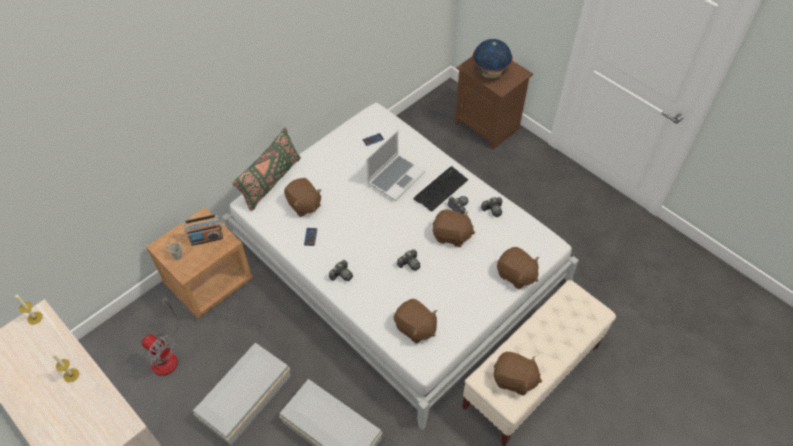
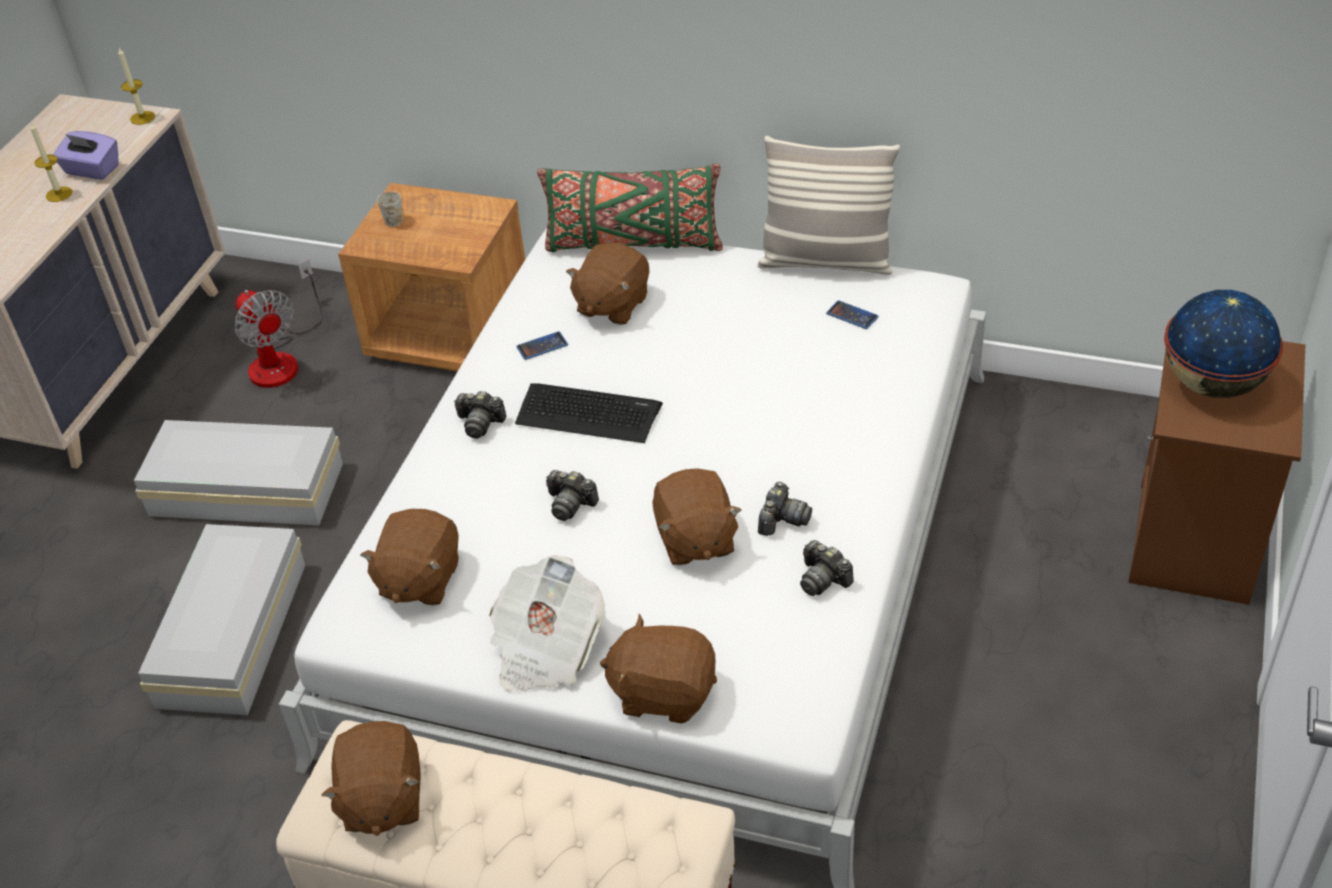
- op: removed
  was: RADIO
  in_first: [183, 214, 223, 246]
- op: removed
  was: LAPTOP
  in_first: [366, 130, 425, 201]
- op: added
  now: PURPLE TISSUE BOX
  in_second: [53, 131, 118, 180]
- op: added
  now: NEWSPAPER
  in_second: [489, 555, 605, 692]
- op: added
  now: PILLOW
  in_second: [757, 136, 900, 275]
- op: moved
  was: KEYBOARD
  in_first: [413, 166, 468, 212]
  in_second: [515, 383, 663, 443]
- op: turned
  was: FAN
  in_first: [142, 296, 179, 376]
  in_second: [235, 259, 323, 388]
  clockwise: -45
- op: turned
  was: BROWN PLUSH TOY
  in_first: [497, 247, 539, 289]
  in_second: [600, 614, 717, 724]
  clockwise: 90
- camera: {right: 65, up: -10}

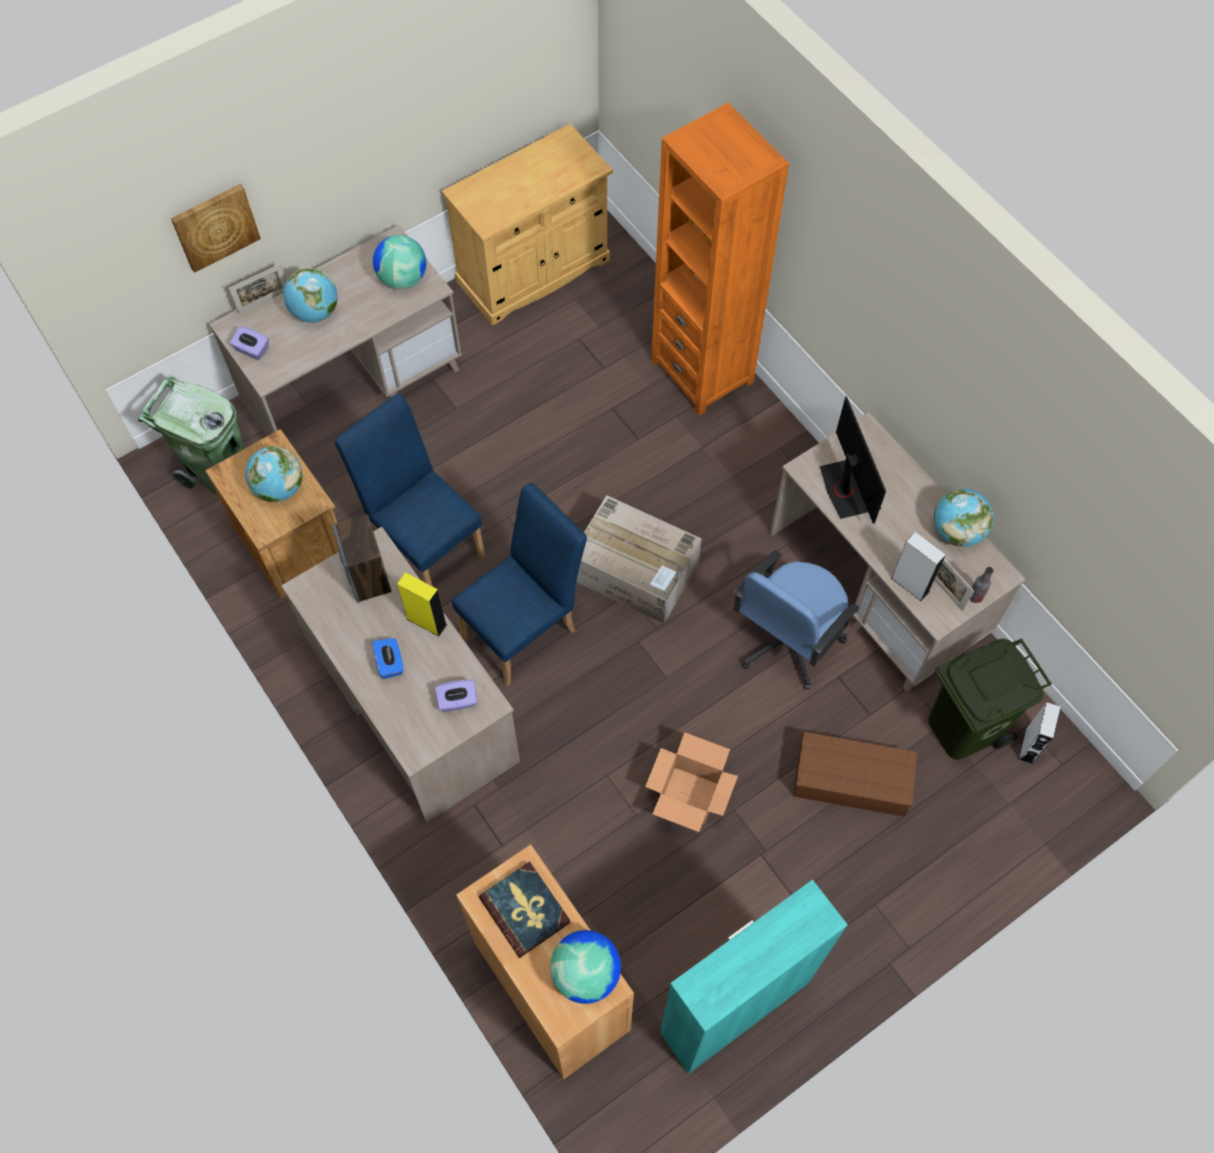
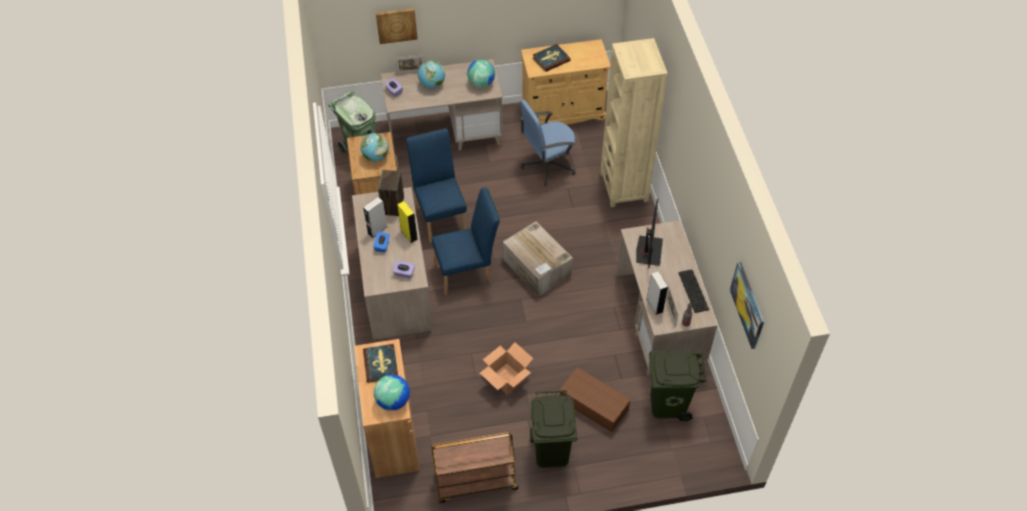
- op: added
  now: GREEN TRASH CAN
  in_second: [530, 390, 577, 468]
- op: added
  now: BOOK
  in_second: [533, 44, 570, 72]
- op: added
  now: PICTURE
  in_second: [730, 262, 764, 349]
- op: moved
  was: BLUE OFFICE CHAIR
  in_first: [733, 550, 859, 690]
  in_second: [519, 100, 576, 186]
- op: moved
  was: GREY SPEAKER
  in_first: [1018, 702, 1061, 765]
  in_second: [363, 197, 387, 238]
- op: replaced
  was: TURQUOISE CABINET
  now: BROWN CART
  in_first: [660, 879, 848, 1074]
  in_second: [431, 432, 518, 503]
- op: replaced
  was: GLOBE
  now: KEYBOARD
  in_first: [934, 489, 994, 547]
  in_second: [678, 270, 709, 313]
- op: recoloured
  was: ORANGE BOOKCASE
  now: BEIGE BOOKCASE
  in_first: [651, 103, 789, 415]
  in_second: [600, 38, 668, 207]
- camera: {right: 25, up: -10}

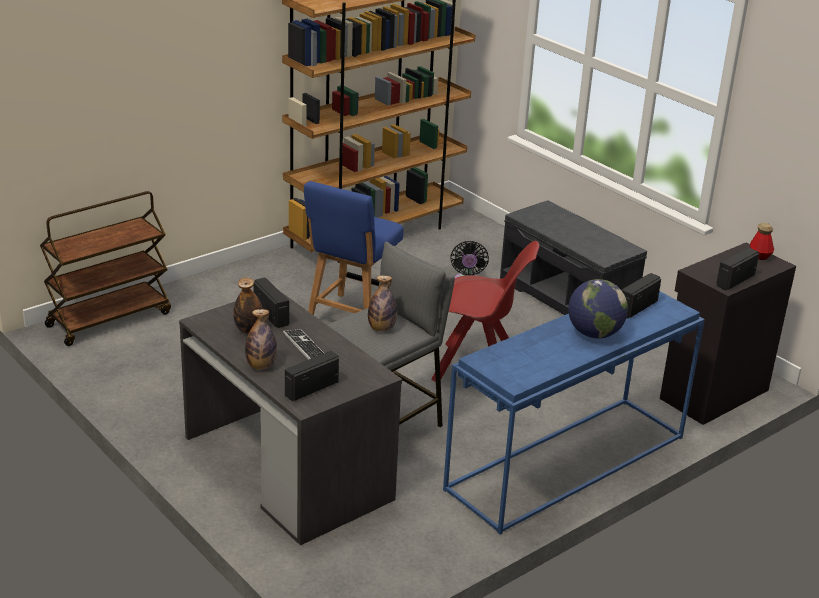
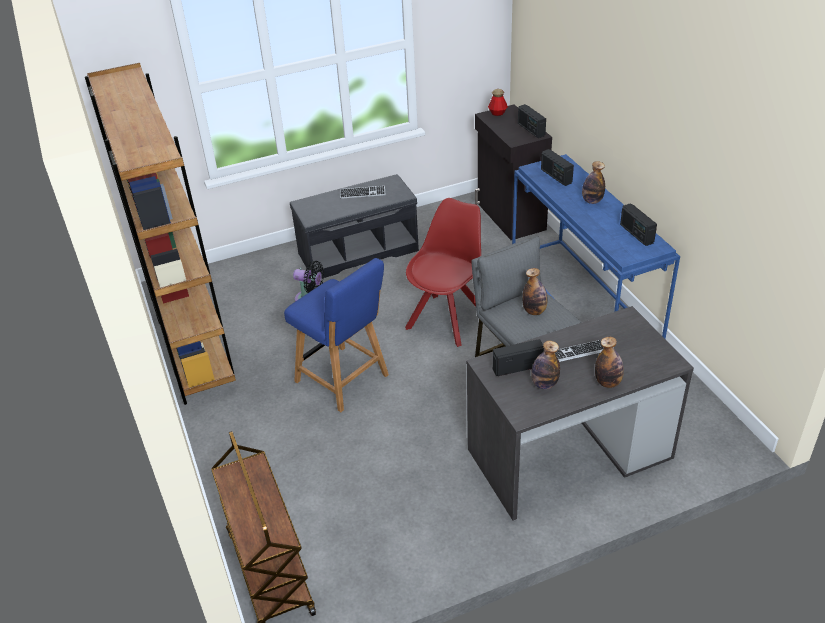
- op: added
  now: KEYBOARD
  in_second: [340, 186, 386, 199]
- op: moved
  was: RADIO
  in_first: [285, 351, 339, 401]
  in_second: [620, 203, 657, 246]
- op: replaced
  was: GLOBE
  now: BOTTLE
  in_first: [568, 279, 628, 338]
  in_second: [582, 161, 605, 204]
- camera: {right: -70, up: 10}

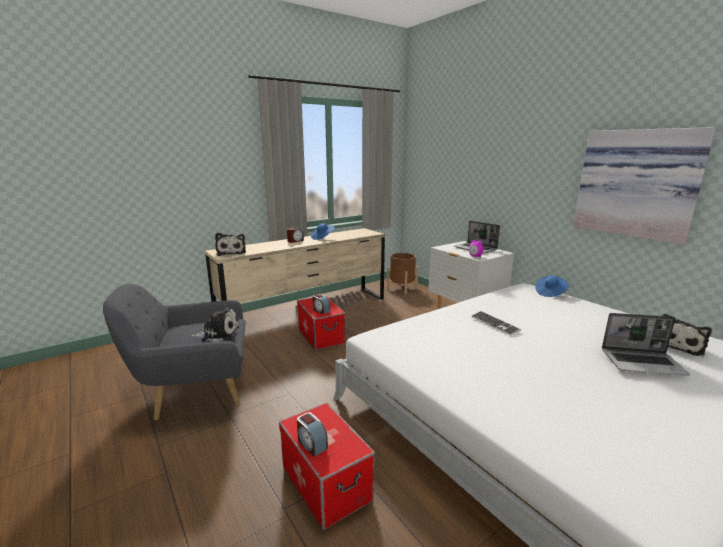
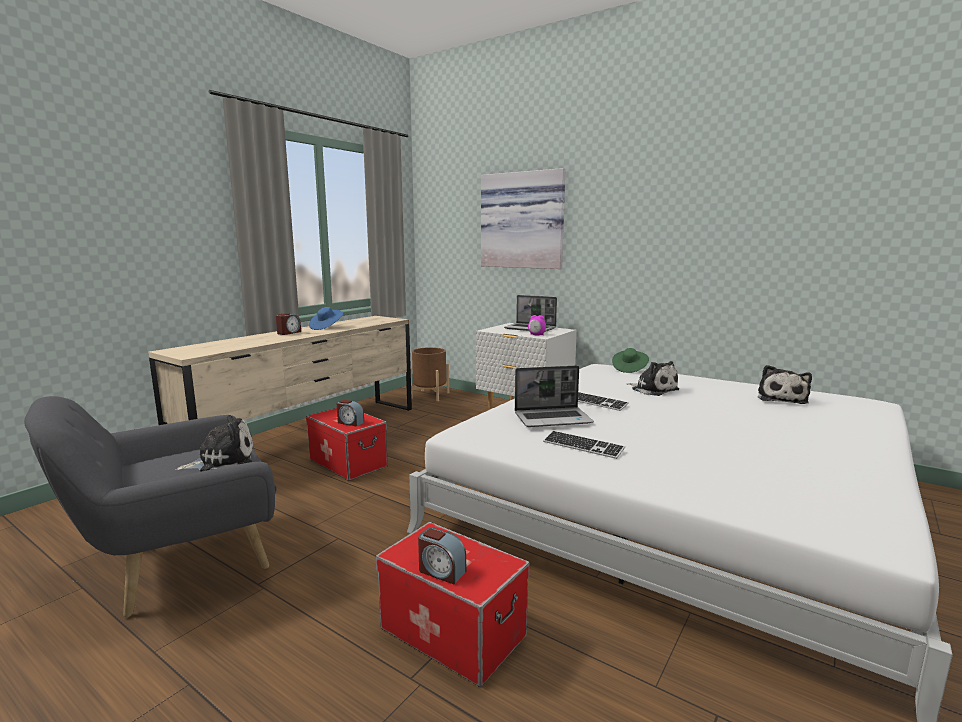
- op: added
  now: KEYBOARD
  in_second: [543, 431, 625, 459]
- op: moved
  was: PLUSH TOY
  in_first: [215, 233, 246, 256]
  in_second: [627, 361, 679, 396]
- op: moved
  was: PICTURE
  in_first: [573, 127, 716, 245]
  in_second: [481, 168, 565, 269]
- op: moved
  was: LAPTOP
  in_first: [602, 313, 690, 376]
  in_second: [515, 366, 594, 427]
- op: recoloured
  was: BLUE HAT
  now: GREEN HAT
  in_first: [535, 275, 569, 297]
  in_second: [612, 348, 649, 373]
- camera: {right: -20, up: -5}

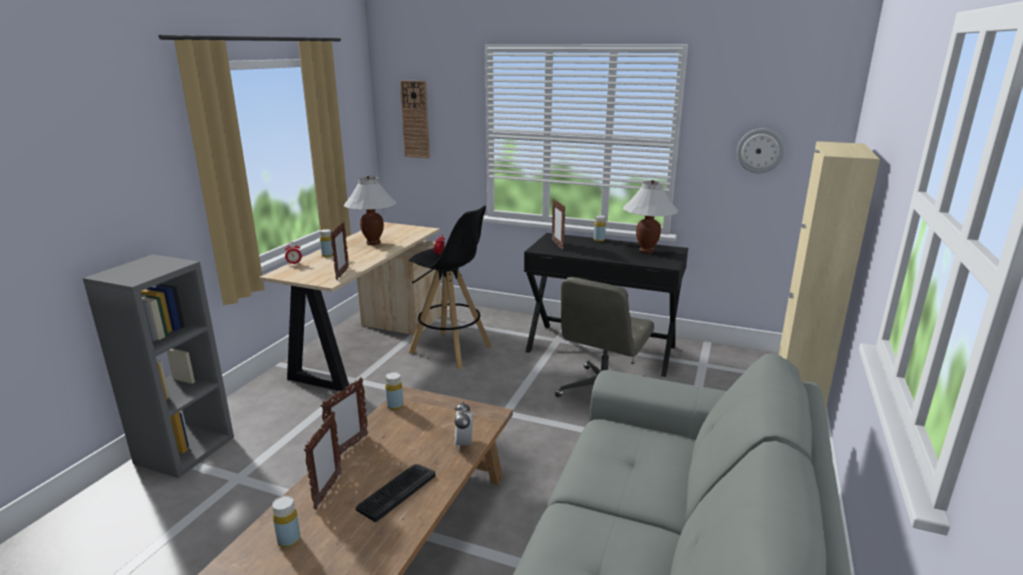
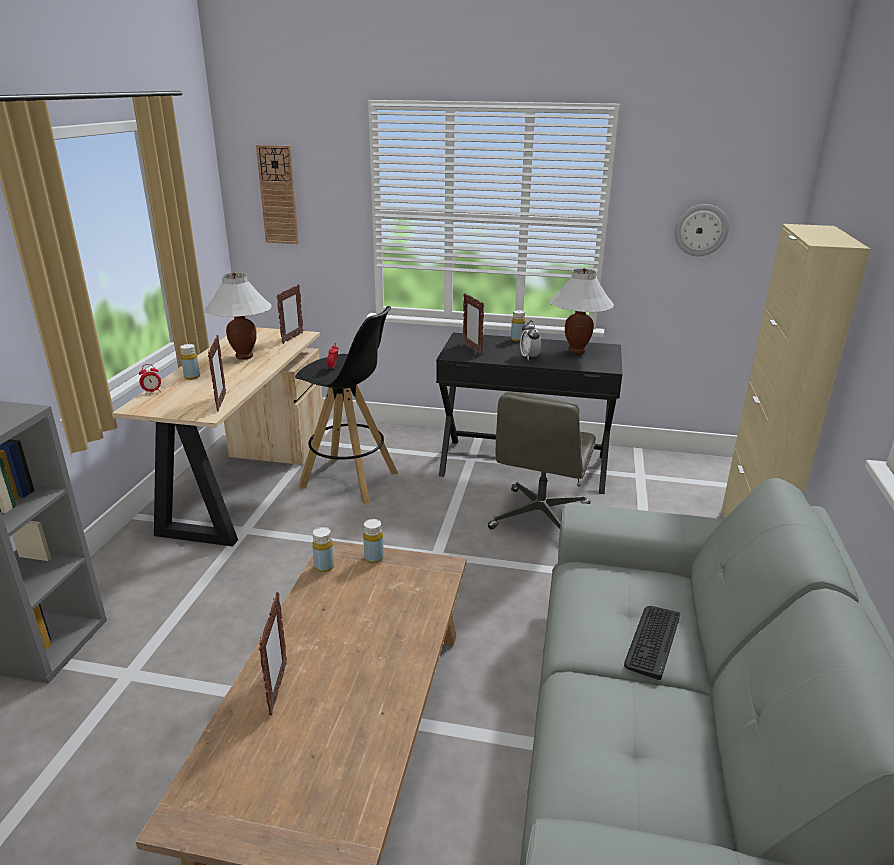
- op: moved
  was: YELLOW BOTTLE
  in_first: [272, 496, 301, 548]
  in_second: [363, 519, 384, 563]
- op: moved
  was: PICTURE FRAME
  in_first: [320, 377, 369, 455]
  in_second: [276, 284, 304, 344]
- op: moved
  was: KEYBOARD
  in_first: [356, 464, 436, 522]
  in_second: [624, 606, 680, 680]
- op: moved
  was: ALARM CLOCK
  in_first: [455, 401, 473, 450]
  in_second: [520, 320, 541, 360]
- camera: {right: -10, up: 5}

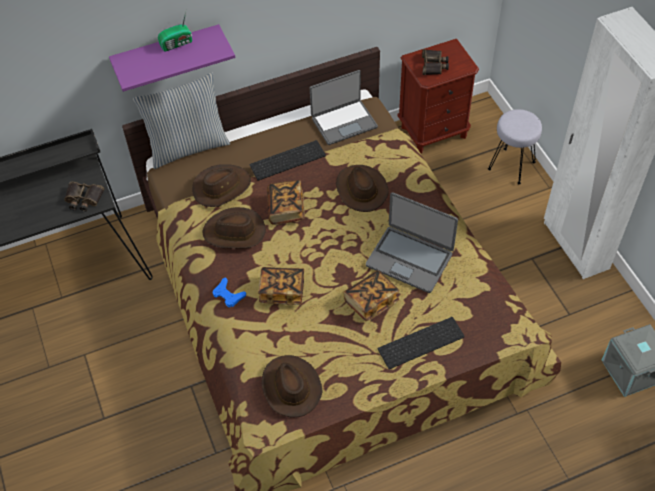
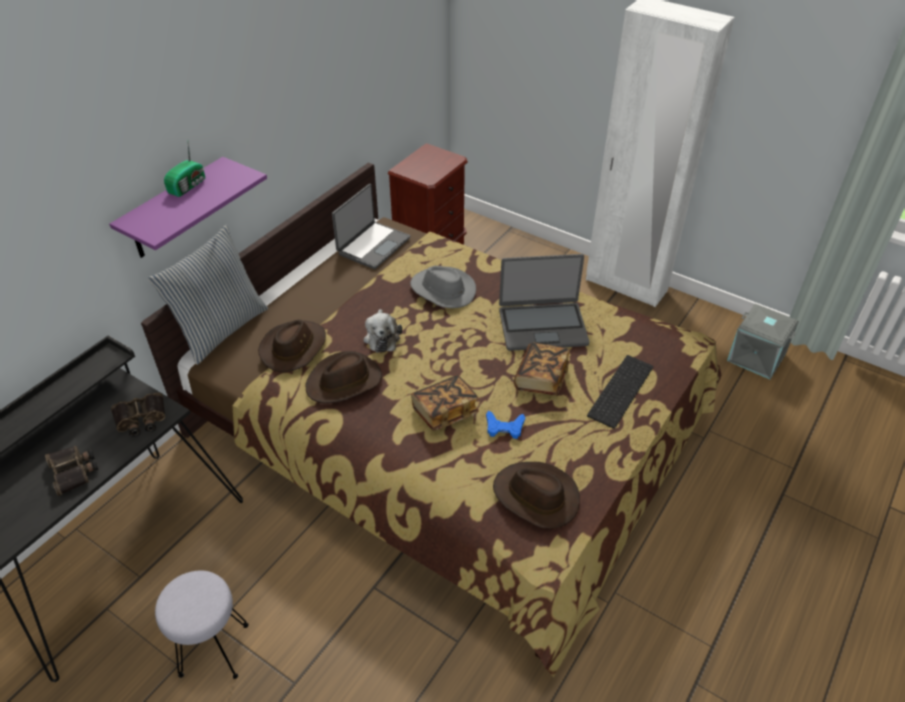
- op: removed
  was: KEYBOARD
  in_first: [249, 140, 326, 181]
- op: moved
  was: BLUE GAME CONTROLLER
  in_first: [213, 277, 246, 307]
  in_second: [486, 411, 525, 439]
- op: moved
  was: BINOCULARS
  in_first: [422, 49, 449, 75]
  in_second: [45, 446, 99, 496]
- op: moved
  was: GREY STOOL
  in_first: [488, 109, 542, 184]
  in_second: [155, 571, 248, 679]
- op: replaced
  was: BOOK
  now: PLUSH TOY
  in_first: [267, 180, 305, 225]
  in_second: [363, 309, 402, 353]
- op: recoloured
  was: BROWN HAT
  now: GREY HAT
  in_first: [336, 165, 389, 212]
  in_second: [410, 266, 476, 308]
- camera: {right: -35, up: -10}

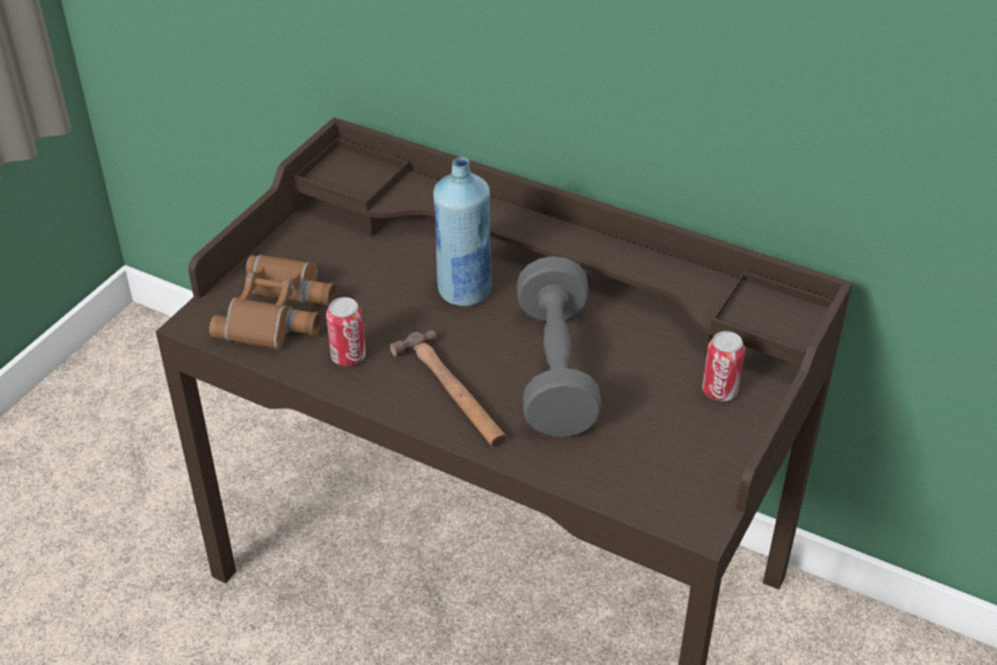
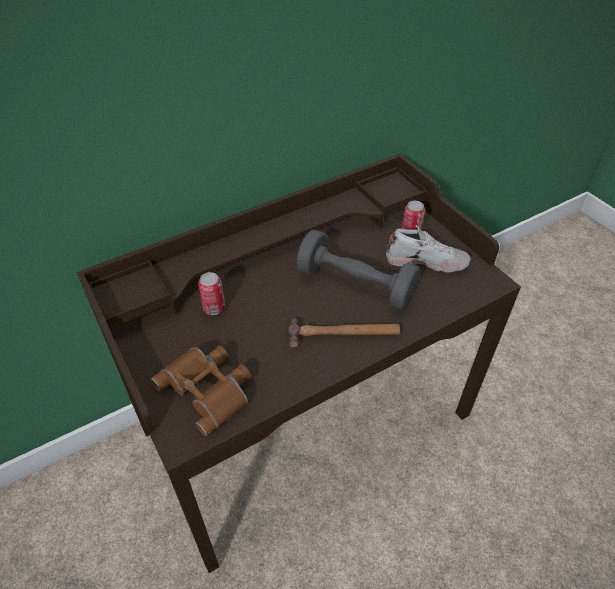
- op: removed
  was: BLUE BOTTLE
  in_first: [433, 157, 491, 306]
- op: added
  now: WHITE SHOE
  in_second: [386, 225, 470, 272]
- op: moved
  was: CAN
  in_first: [326, 297, 366, 366]
  in_second: [198, 272, 225, 315]
- camera: {right: -60, up: 5}

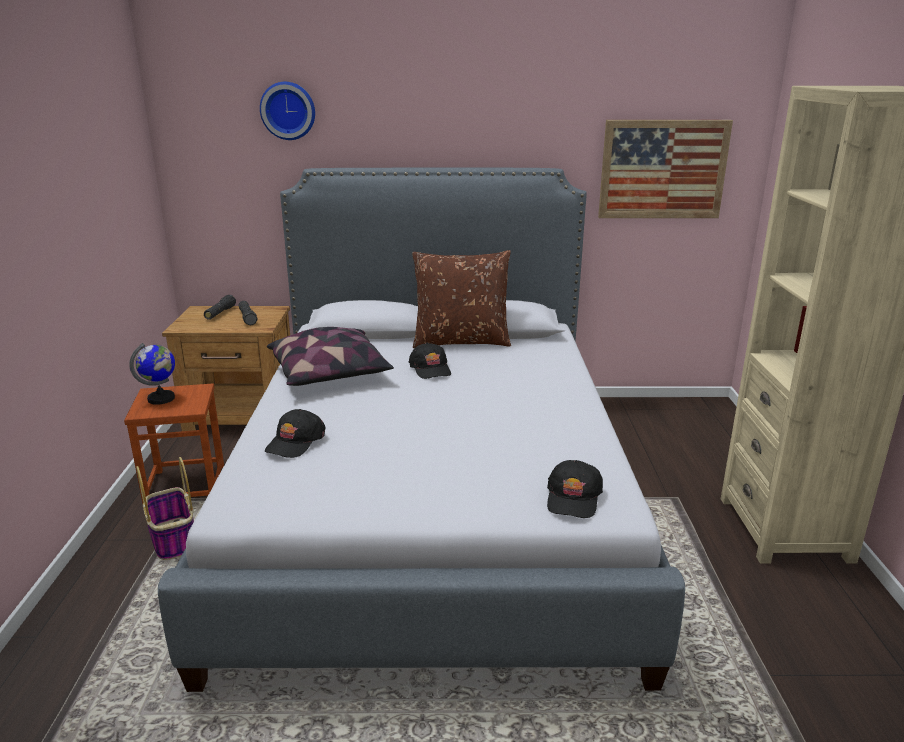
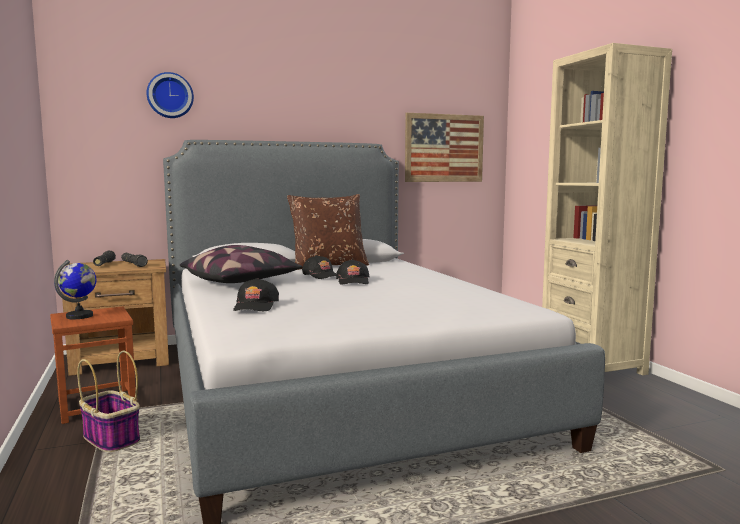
- op: moved
  was: BLACK CAP
  in_first: [547, 460, 603, 518]
  in_second: [336, 259, 369, 285]
- camera: {right: -20, up: -15}

